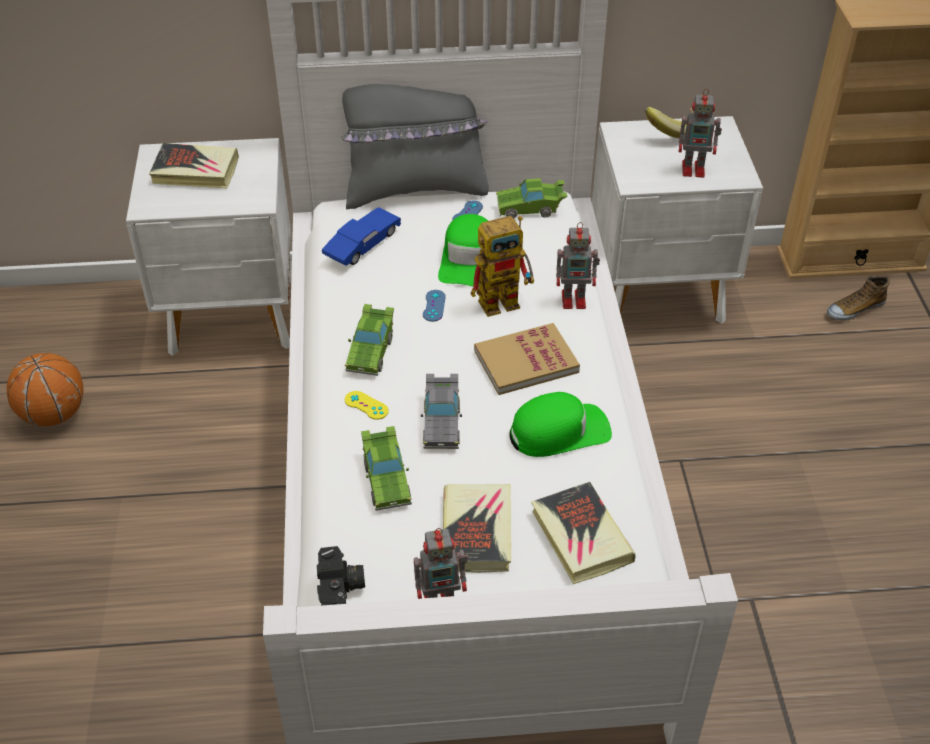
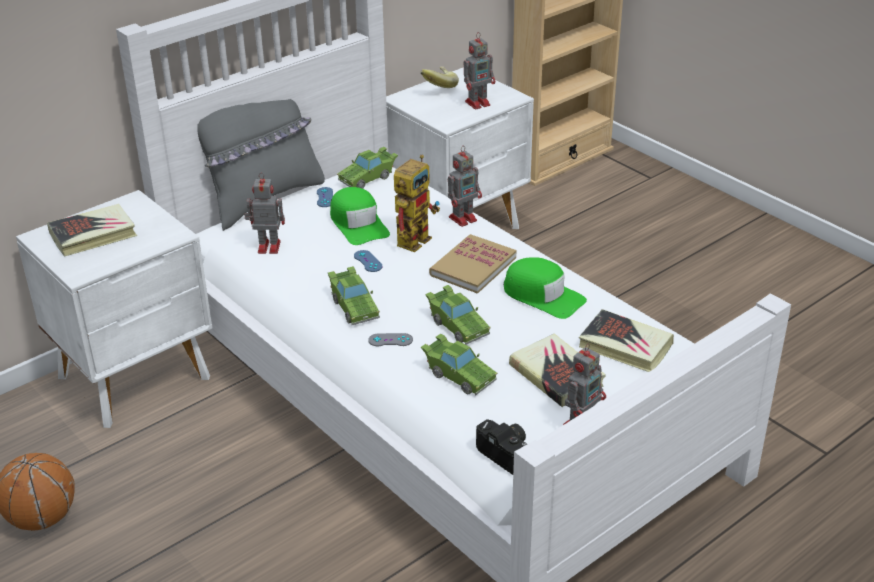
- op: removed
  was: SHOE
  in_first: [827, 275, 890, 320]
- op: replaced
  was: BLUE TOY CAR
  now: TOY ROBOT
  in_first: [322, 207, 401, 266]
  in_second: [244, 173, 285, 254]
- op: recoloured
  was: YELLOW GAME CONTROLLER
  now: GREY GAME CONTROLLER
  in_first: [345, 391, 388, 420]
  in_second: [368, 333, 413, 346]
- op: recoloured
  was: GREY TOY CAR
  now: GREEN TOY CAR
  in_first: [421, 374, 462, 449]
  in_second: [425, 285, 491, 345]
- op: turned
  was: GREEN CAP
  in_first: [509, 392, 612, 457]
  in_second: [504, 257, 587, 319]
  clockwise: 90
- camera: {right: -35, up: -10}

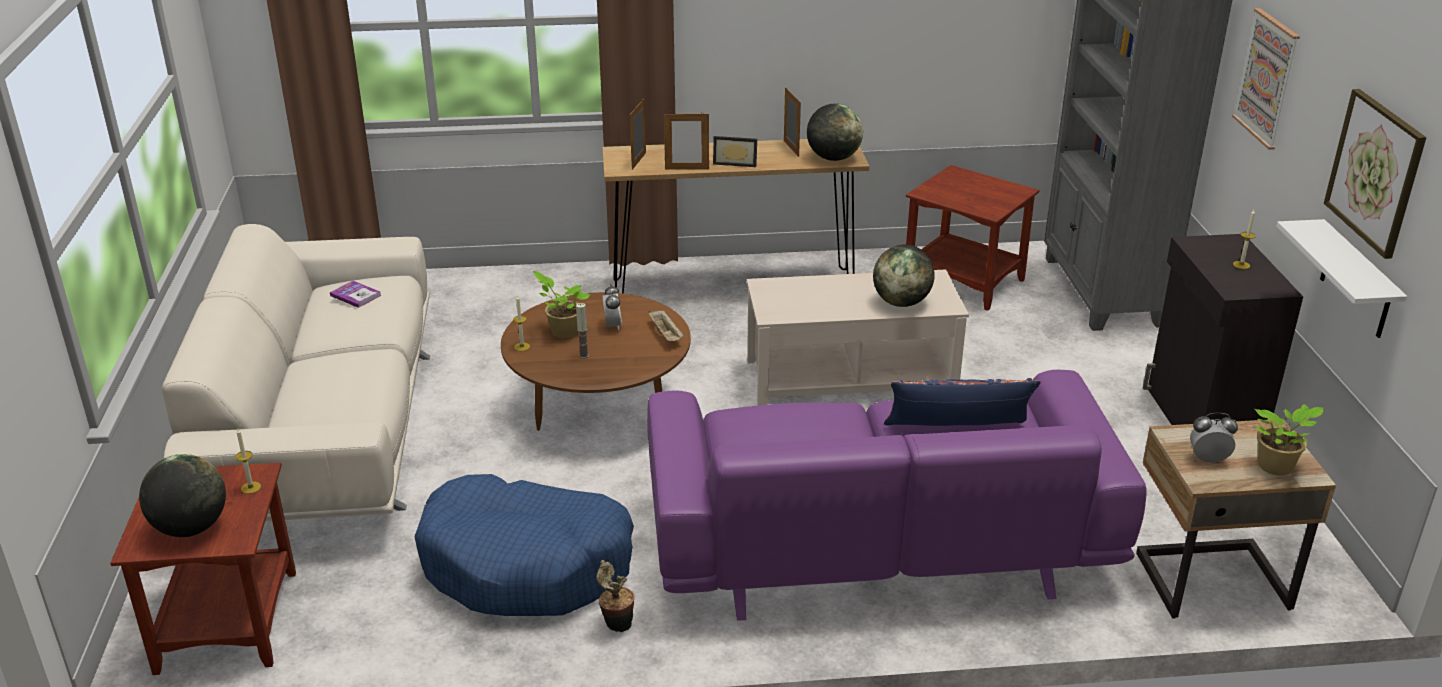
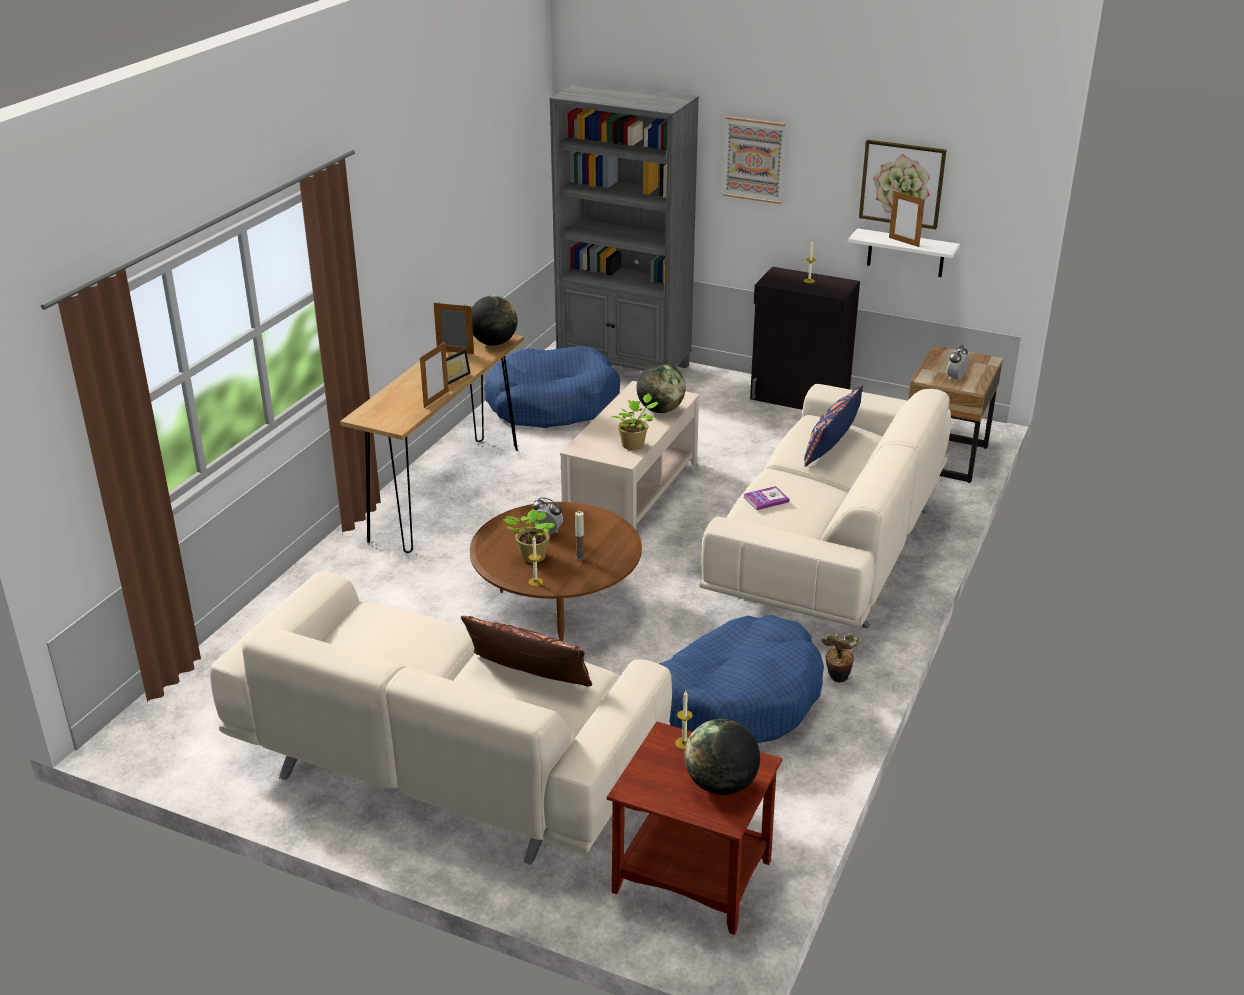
- op: removed
  was: BEIGE TRAY
  in_first: [649, 309, 684, 341]
- op: added
  now: BROWN PILLOW
  in_second: [461, 616, 592, 687]
- op: moved
  was: BOOK
  in_first: [330, 281, 382, 308]
  in_second: [744, 486, 789, 510]
- op: moved
  was: PICTURE FRAME
  in_first: [630, 99, 646, 170]
  in_second: [889, 190, 925, 247]
- op: moved
  was: POTTED PLANT
  in_first: [1255, 404, 1323, 476]
  in_second: [611, 394, 659, 450]
- op: replaced
  was: BROWN SIDE TABLE
  now: BLUE DOG BED
  in_first: [906, 165, 1040, 311]
  in_second: [485, 346, 620, 428]
- op: recoloured
  was: PURPLE SOFA
  now: BEIGE SOFA
  in_first: [647, 370, 1147, 621]
  in_second: [699, 384, 951, 628]
- camera: {right: -60, up: 0}

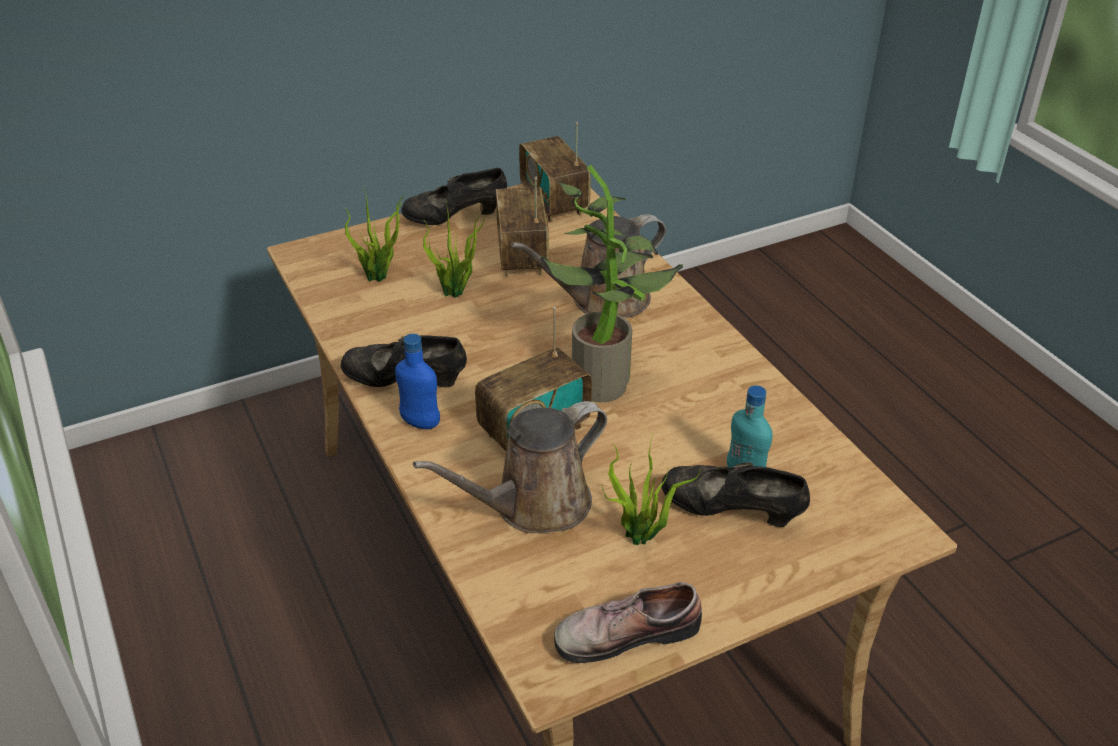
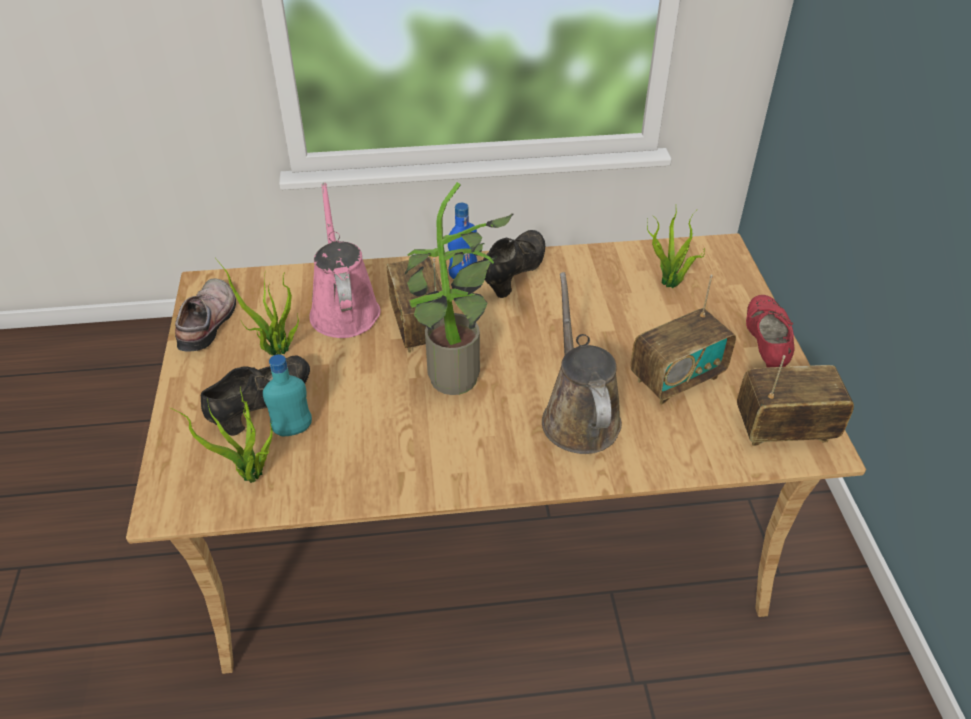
- op: moved
  was: POTTED PLANT
  in_first: [423, 200, 486, 298]
  in_second: [170, 388, 273, 483]
- op: recoloured
  was: BLACK SHOE
  now: RED SHOE
  in_first: [401, 168, 507, 225]
  in_second: [746, 295, 794, 367]
- op: recoloured
  was: BROWN WATERING CAN
  now: PINK WATERING CAN
  in_first: [413, 401, 607, 533]
  in_second: [309, 183, 381, 338]
- op: turned
  was: RADIO
  in_first: [496, 177, 549, 277]
  in_second: [631, 275, 736, 405]
  clockwise: 135
- camera: {right: 110, up: 5}

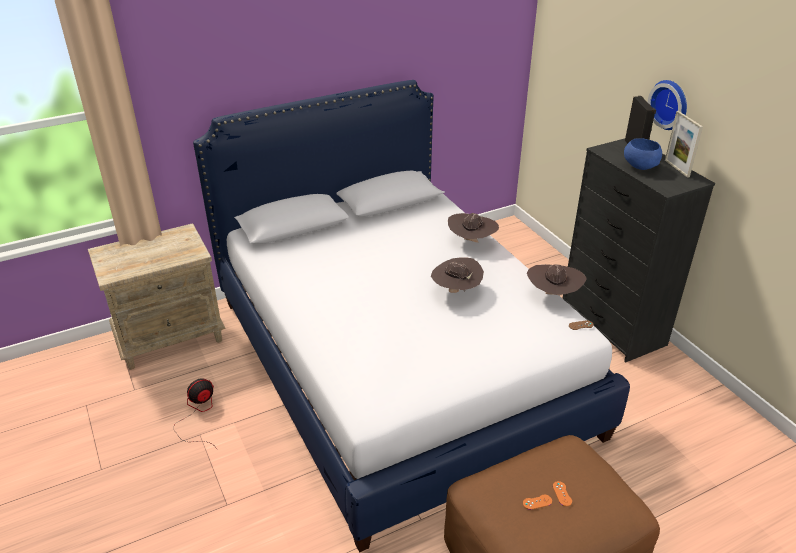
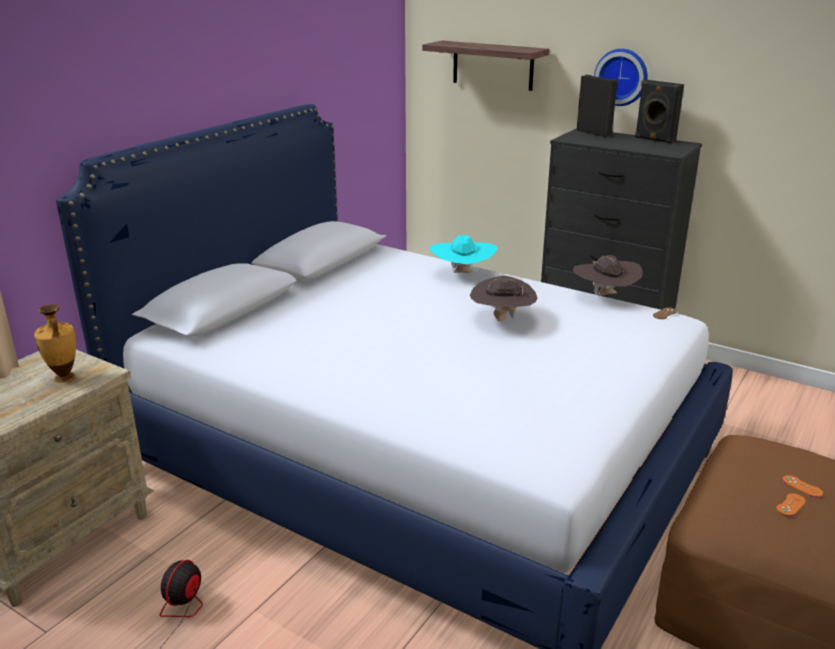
- op: removed
  was: BLUE BOWL
  in_first: [624, 138, 662, 170]
- op: added
  now: VASE
  in_second: [34, 304, 76, 383]
- op: added
  now: SHELF
  in_second: [422, 41, 549, 91]
- op: replaced
  was: PICTURE FRAME
  now: BLACK SPEAKER
  in_first: [665, 111, 703, 178]
  in_second: [635, 80, 684, 144]
- op: recoloured
  was: BROWN HAT
  now: TURQUOISE HAT
  in_first: [448, 213, 499, 243]
  in_second: [429, 235, 498, 273]
- camera: {right: -30, up: -10}

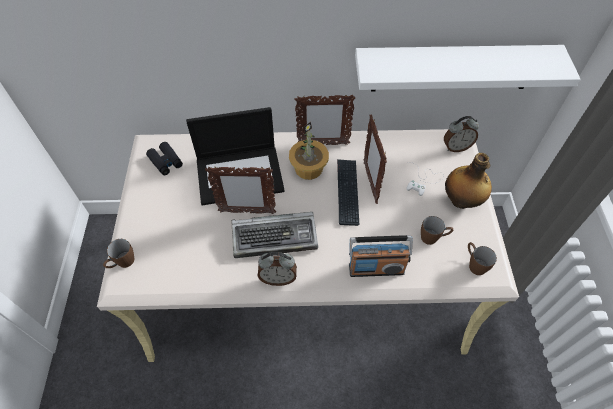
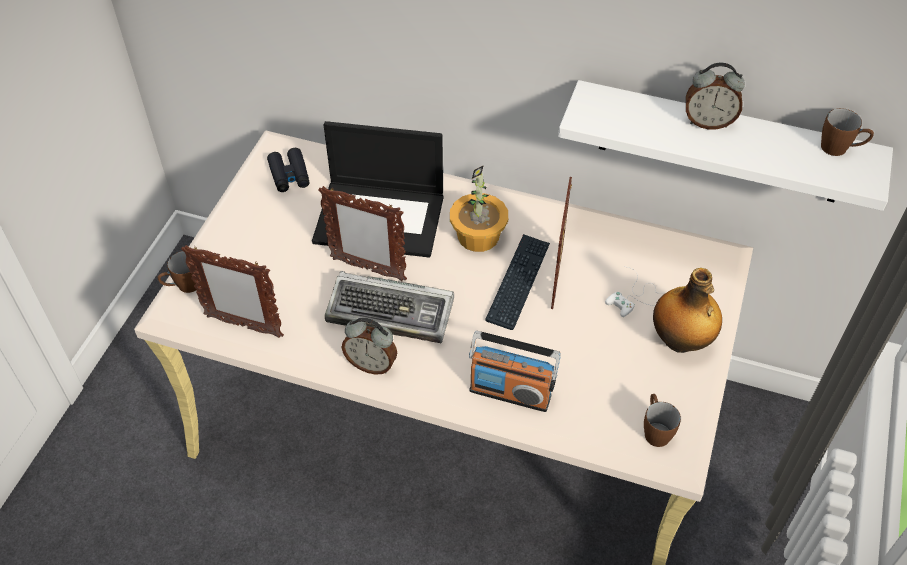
- op: moved
  was: PICTURE FRAME
  in_first: [295, 94, 355, 145]
  in_second: [181, 245, 284, 338]
- op: moved
  was: BROWN MUG
  in_first: [421, 216, 453, 245]
  in_second: [821, 108, 874, 156]
- op: moved
  was: ALARM CLOCK
  in_first: [444, 116, 479, 152]
  in_second: [686, 63, 745, 130]
- camera: {right: 20, up: -5}

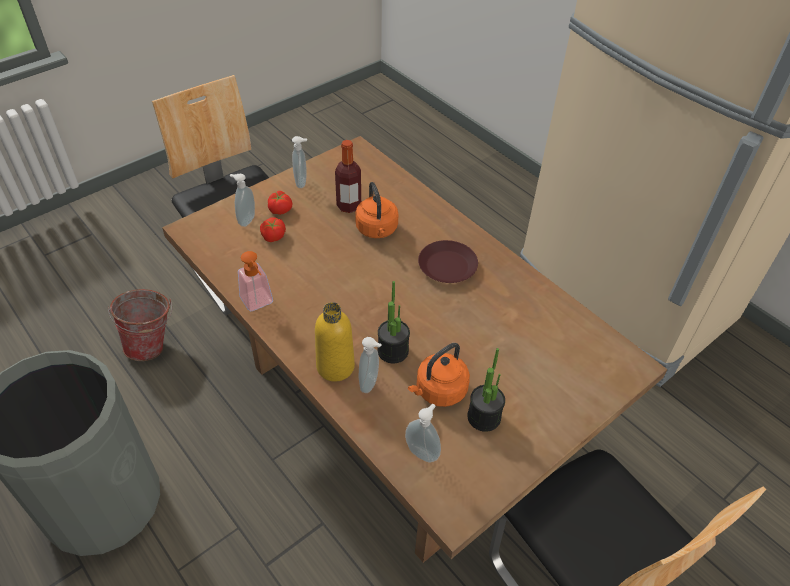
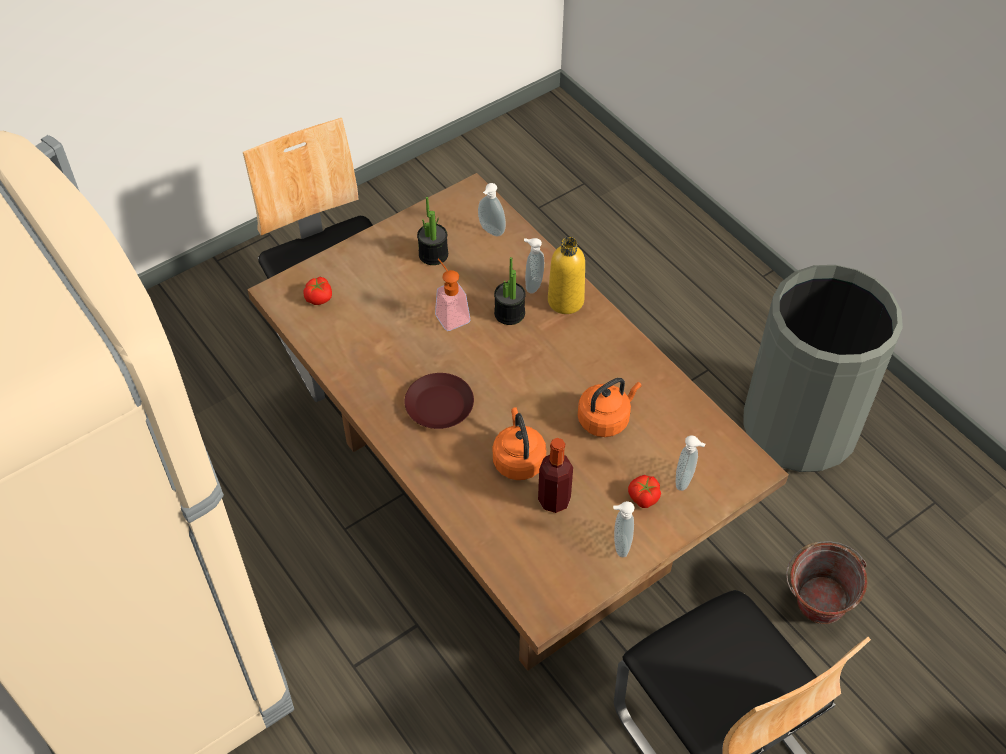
- op: moved
  was: SOAP DISPENSER
  in_first: [238, 251, 273, 311]
  in_second: [435, 258, 471, 331]
- op: moved
  was: TOMATO
  in_first: [260, 217, 286, 242]
  in_second: [303, 277, 332, 305]
- op: moved
  was: ORANGE KETTLE
  in_first: [408, 343, 470, 407]
  in_second: [578, 378, 642, 437]
- camera: {right: -175, up: 5}

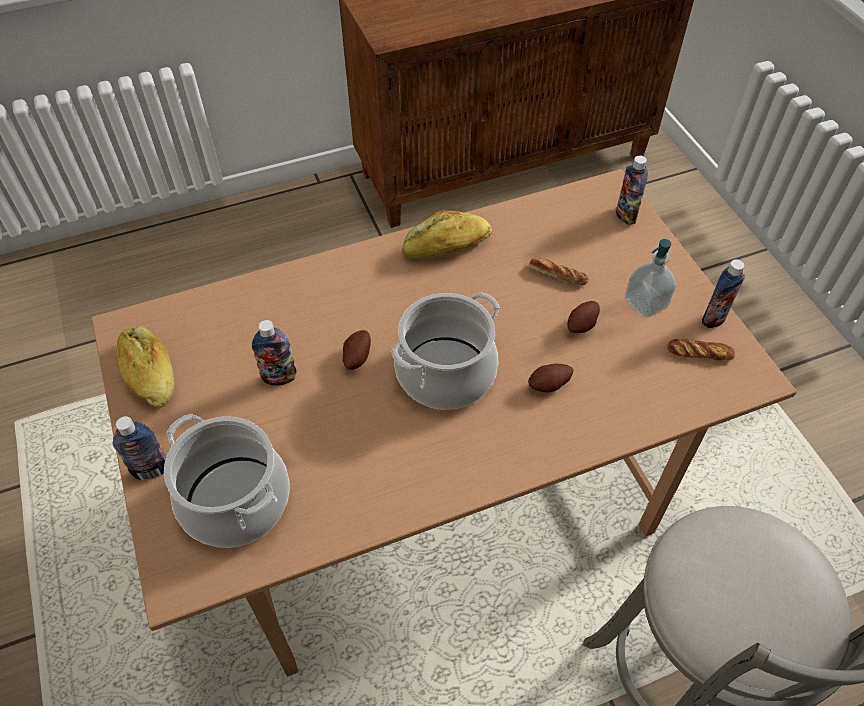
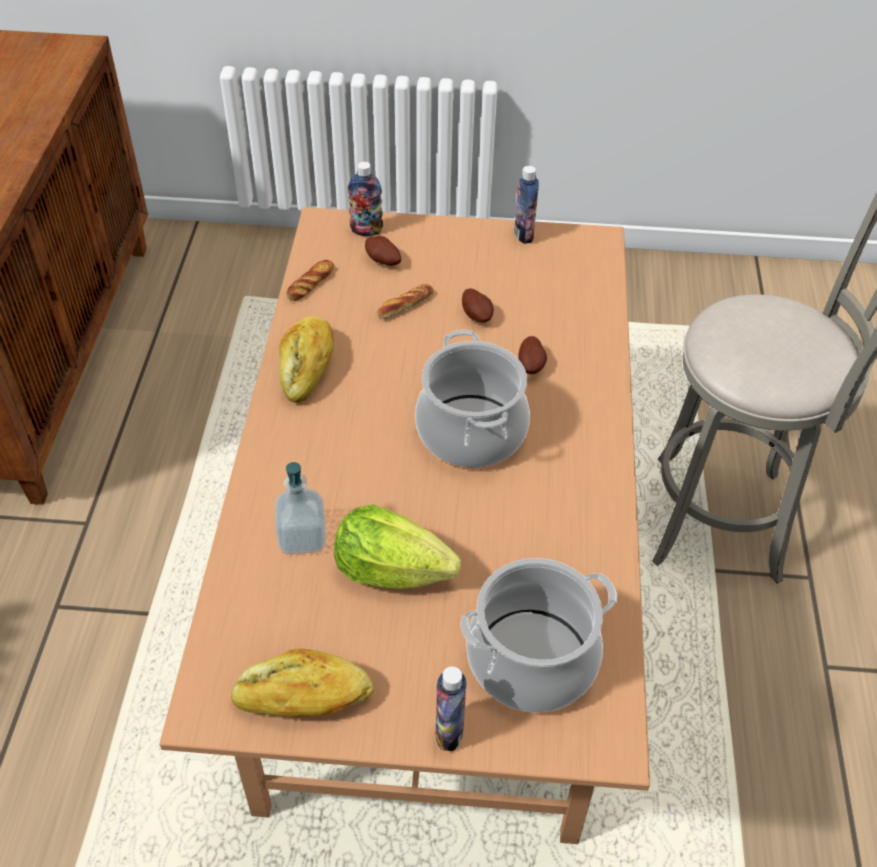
- op: moved
  was: POTATO
  in_first: [343, 330, 371, 370]
  in_second: [365, 236, 401, 266]
- op: moved
  was: SOAP DISPENSER
  in_first: [625, 239, 677, 317]
  in_second: [275, 462, 326, 554]
- op: moved
  was: BREAD
  in_first: [667, 339, 735, 360]
  in_second: [286, 260, 335, 301]
- op: replaced
  was: BOTTLE
  now: LETTUCE
  in_first: [252, 320, 296, 386]
  in_second: [334, 504, 461, 589]
- camera: {right: -65, up: -5}

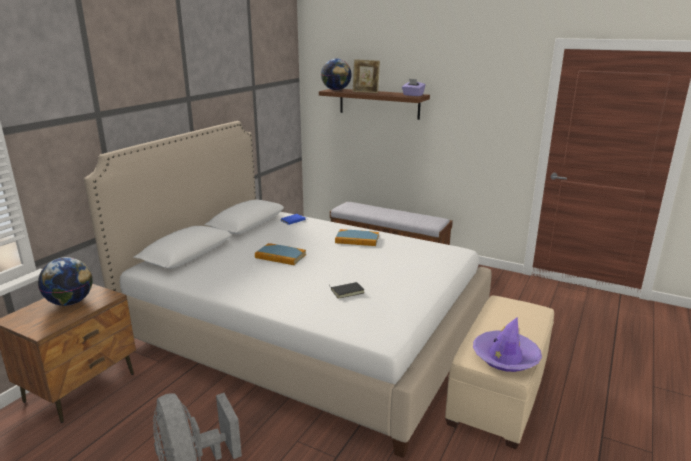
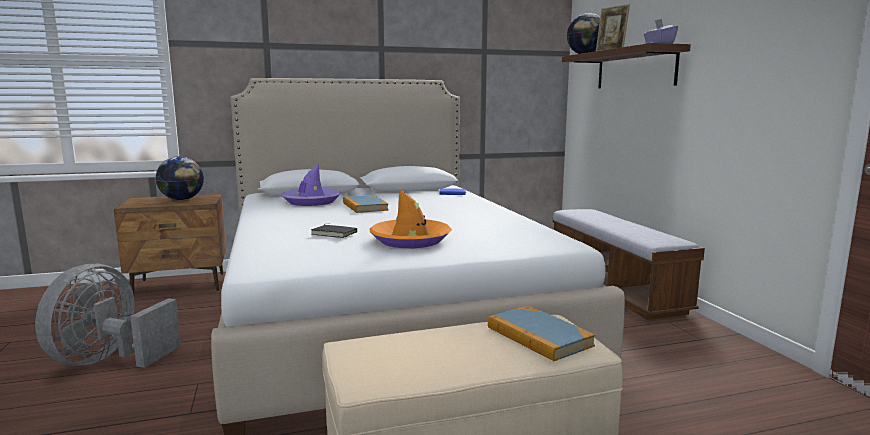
- op: added
  now: ORANGE HAT
  in_second: [370, 190, 452, 248]
- op: moved
  was: BOOK
  in_first: [335, 229, 379, 246]
  in_second: [488, 306, 596, 361]
- op: moved
  was: PURPLE HAT
  in_first: [473, 317, 542, 372]
  in_second: [281, 164, 341, 206]
- camera: {right: 45, up: -10}

